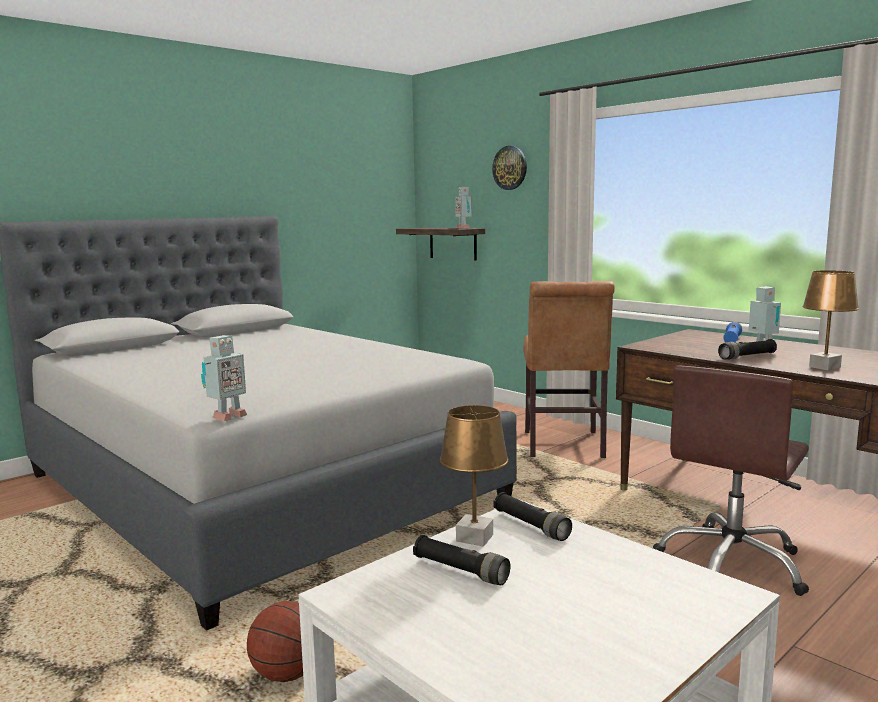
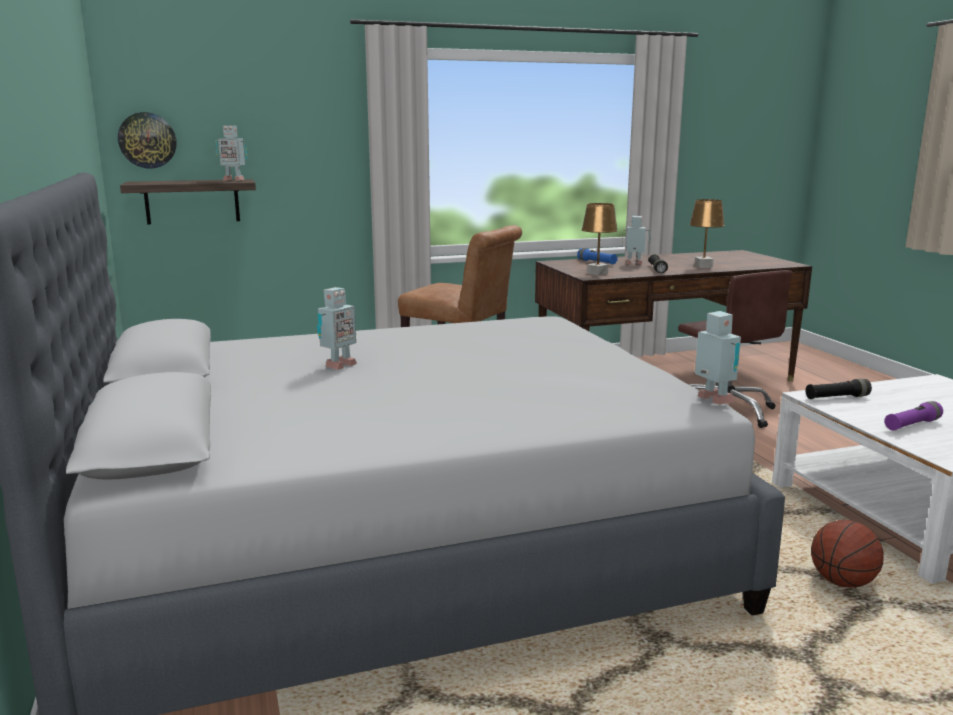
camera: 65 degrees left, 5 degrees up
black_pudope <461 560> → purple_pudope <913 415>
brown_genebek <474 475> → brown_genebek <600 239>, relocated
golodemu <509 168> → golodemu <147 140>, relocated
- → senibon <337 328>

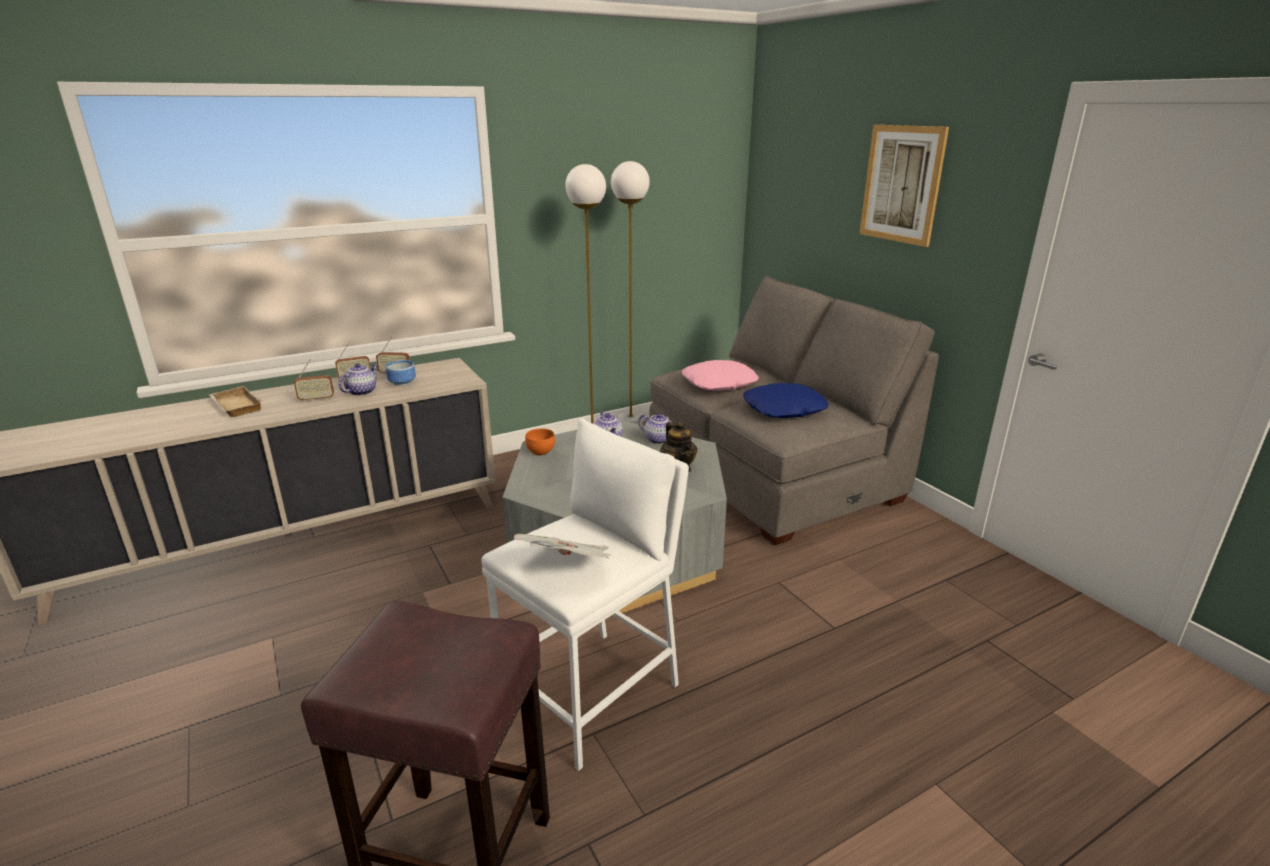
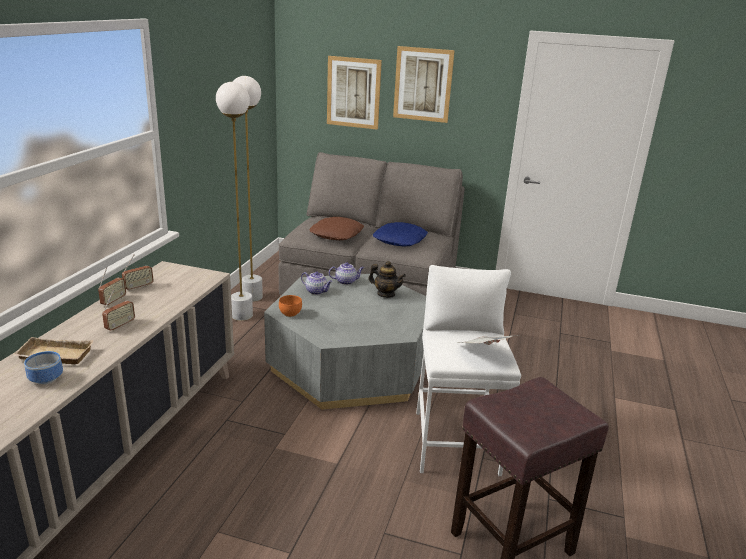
camera: 45 degrees left, 0 degrees up
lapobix <358 379> → -
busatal <400 373> → busatal <43 368>, relocated
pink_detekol <720 375> → brown_detekol <336 228>
- → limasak <354 93>

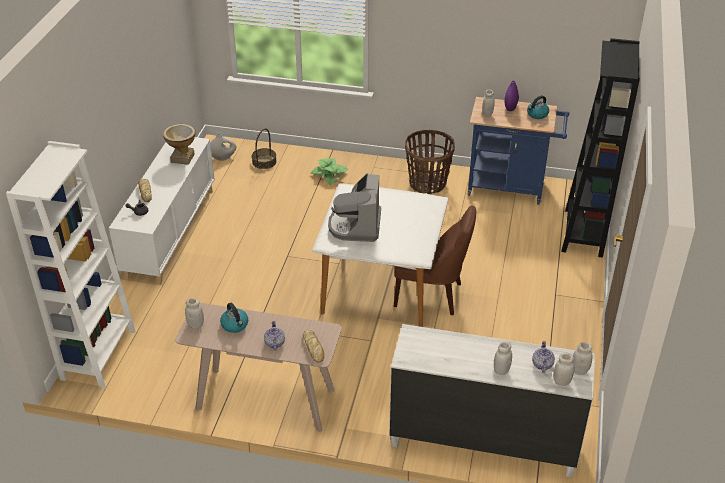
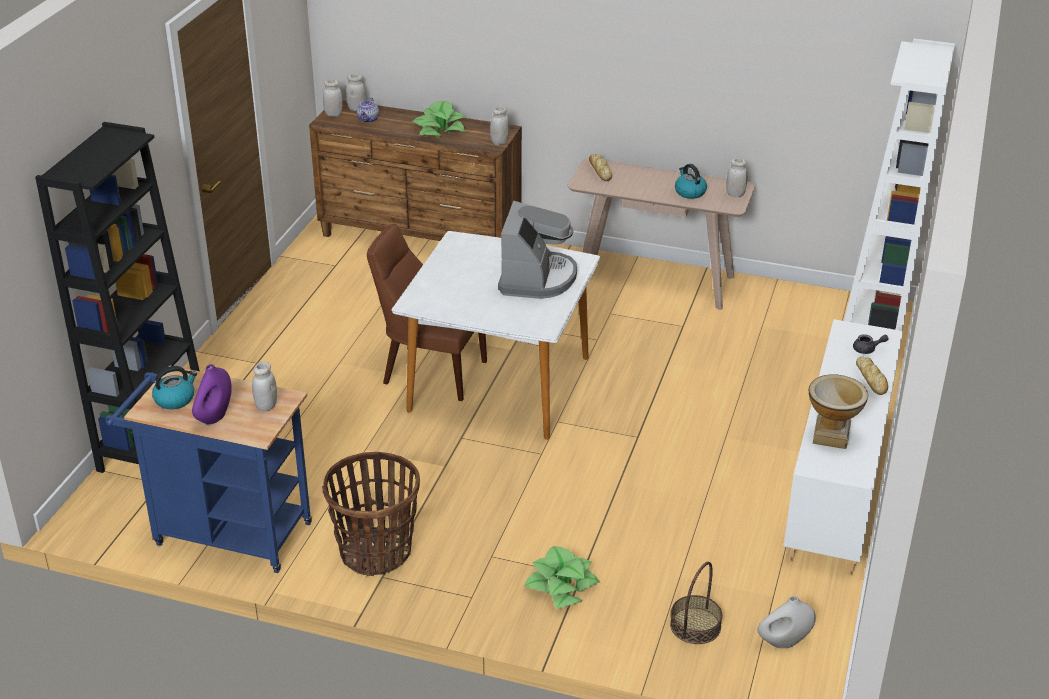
camera: 175 degrees left, 5 degrees down
lapobix <274 336> → -
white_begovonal <492 401> → brown_begovonal <415 170>
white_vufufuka <503 358> → white_vufufuka <499 125>, relocated
- → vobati <438 119>

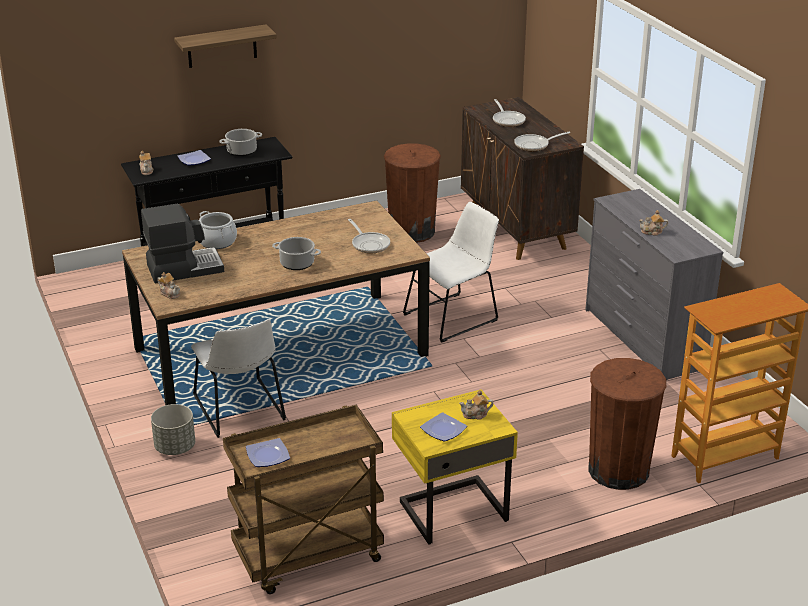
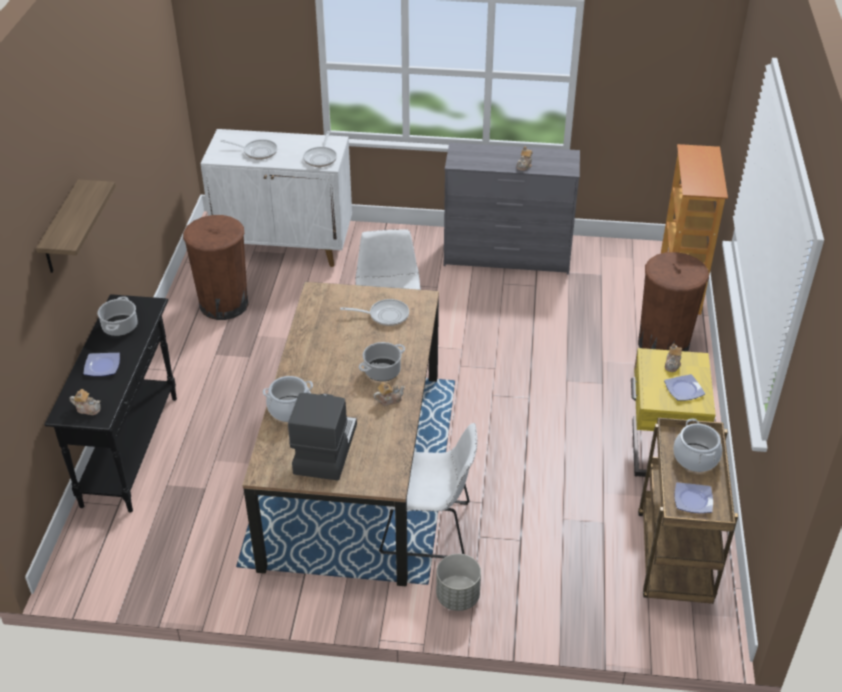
camera: 60 degrees left, 10 degrees up
lapobix <168 285> → lapobix <389 394>, relocated
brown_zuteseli <522 178> → white_zuteseli <276 198>
- → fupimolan <697 445>

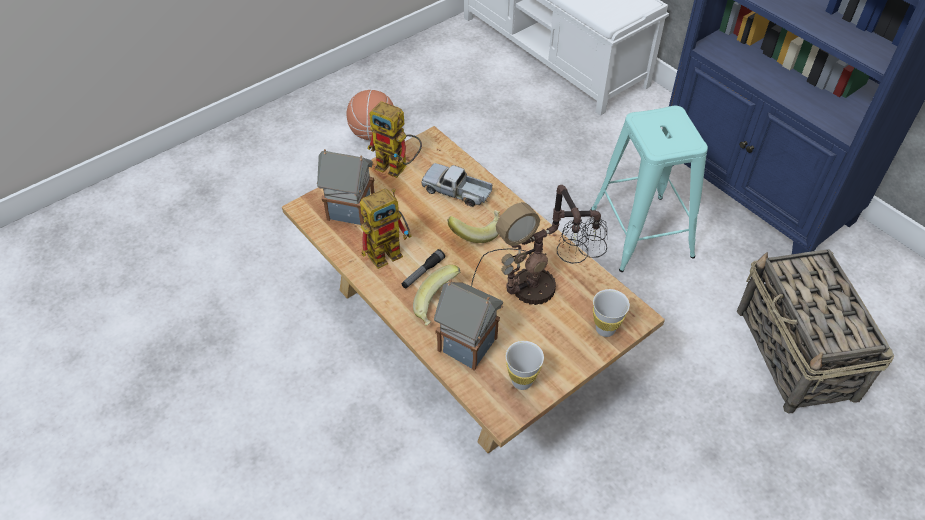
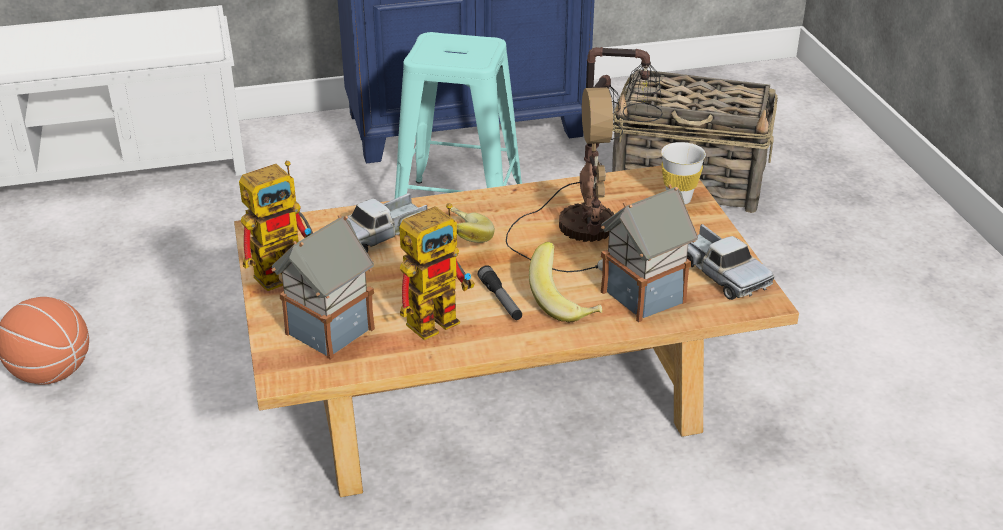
camera: 65 degrees left, 15 degrees down
senibon <386 228> → senibon <437 271>, 60 degrees clockwise
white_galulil <525 365> → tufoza <730 262>

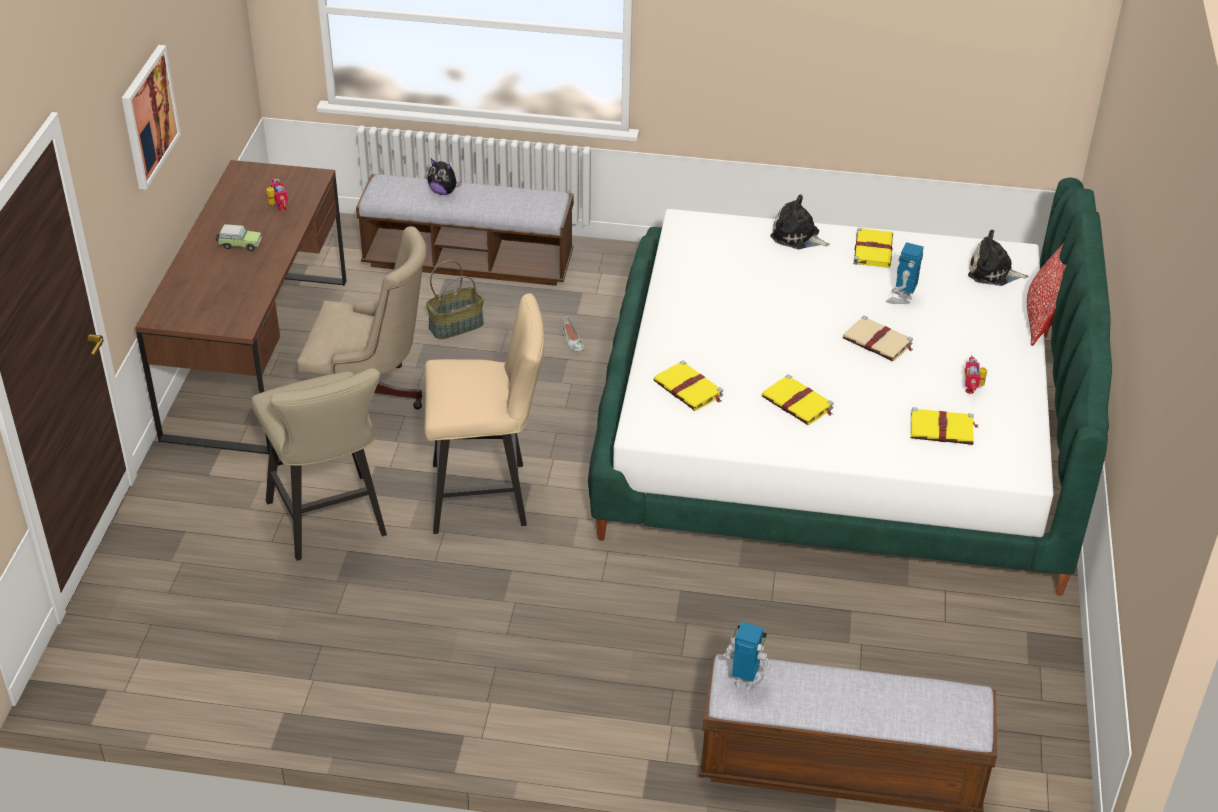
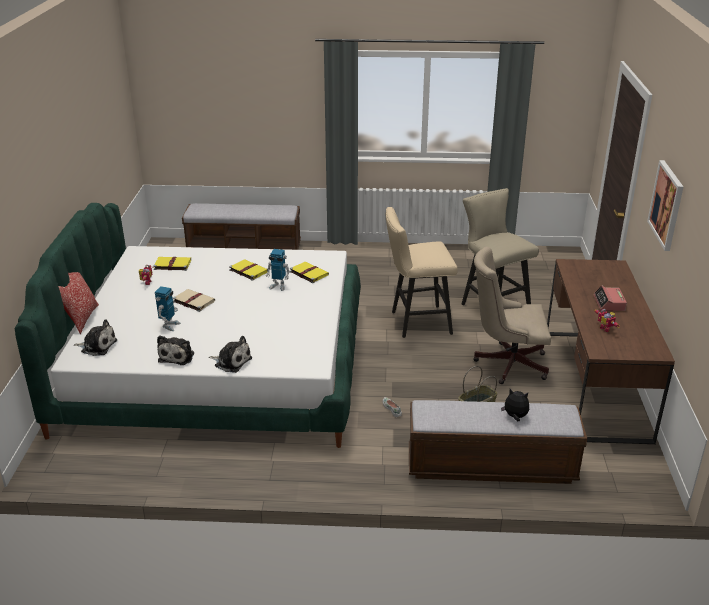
camera: 175 degrees right, 10 degrees down
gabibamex <239 237> → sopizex <610 298>
senibon <747 657> → senibon <278 270>, relocated
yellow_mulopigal <873 248> → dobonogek <175 350>

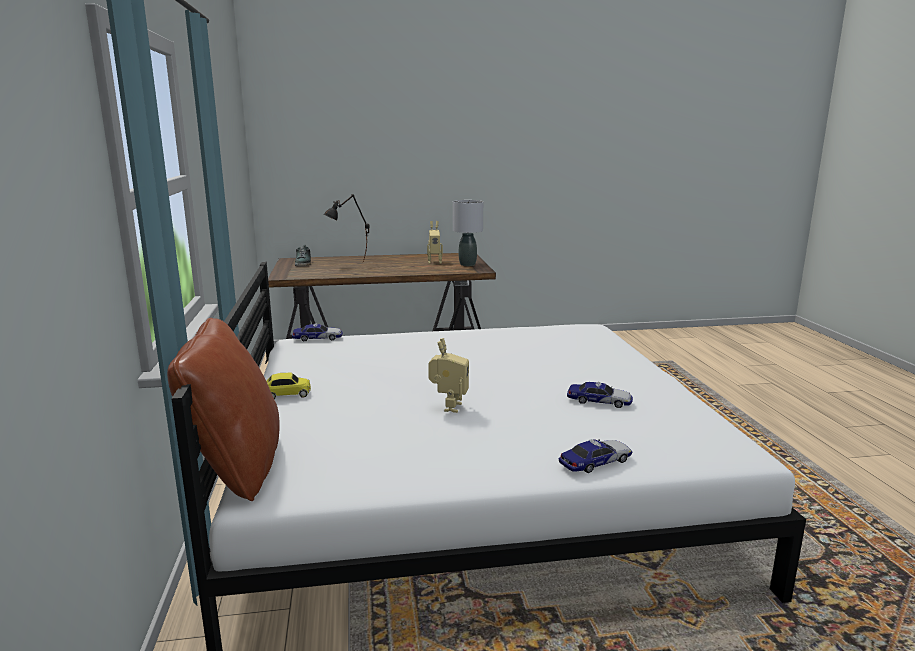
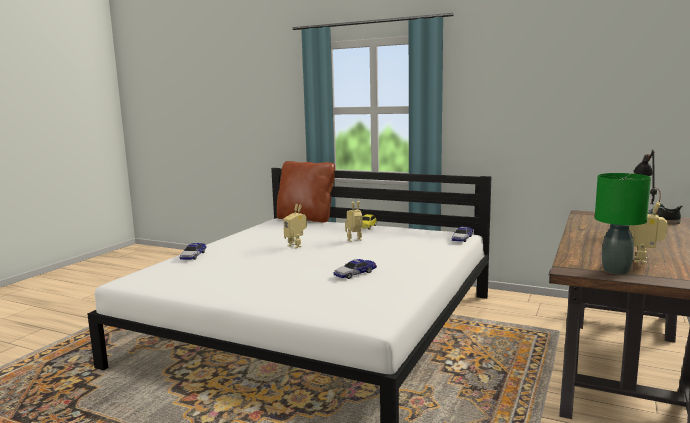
camera: 125 degrees right, 5 degrees down
grey_genebek <468 233> → green_genebek <623 223>
gabibamex <600 395> → gabibamex <355 269>, relocated
- → senibon <354 221>

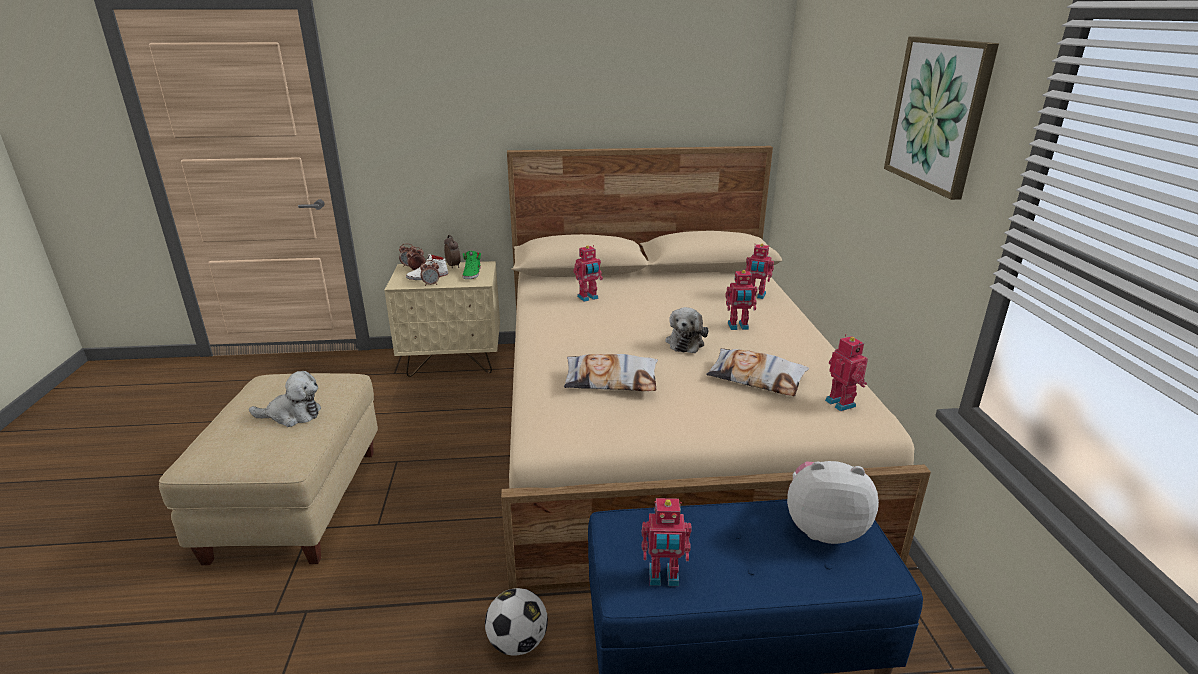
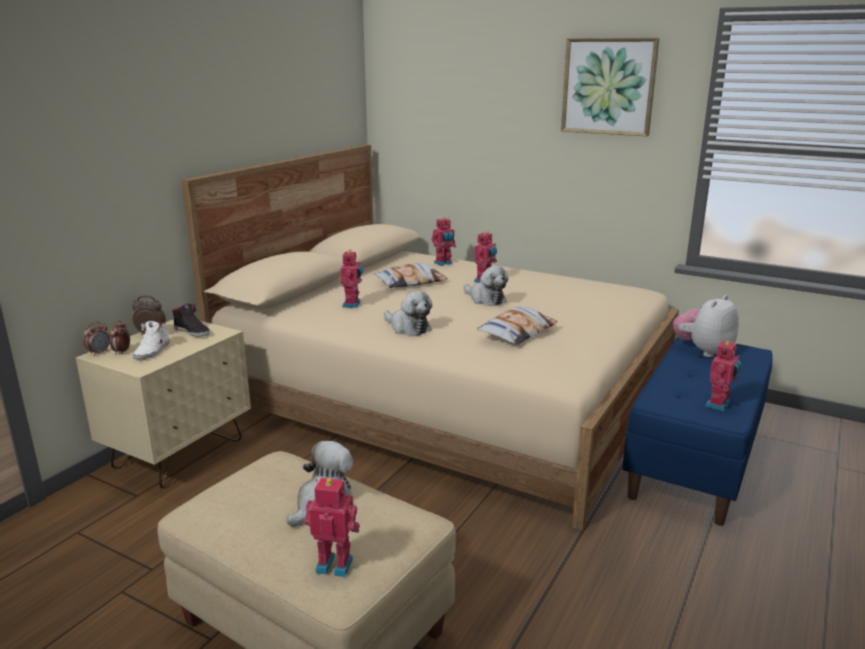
camera: 55 degrees left, 5 degrees down
sopizex <430 273> → -
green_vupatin <471 265> → black_vupatin <191 320>
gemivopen <516 621> → -
detekol <757 372> → detekol <410 275>, relocated
senibon <846 372> → senibon <332 527>, relocated
- → dobonogek <408 313>

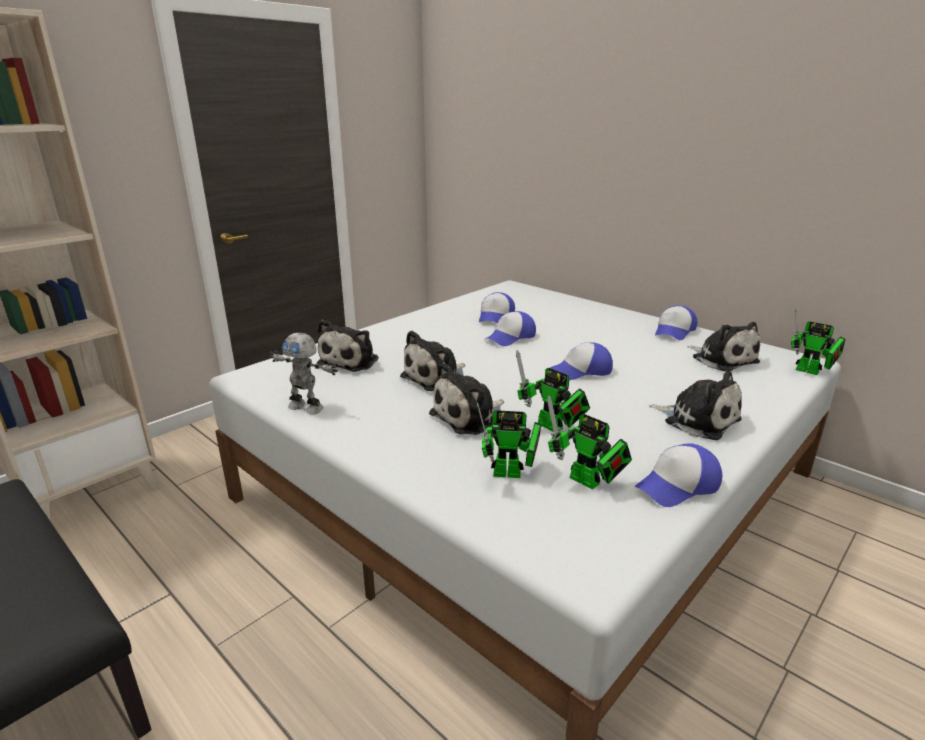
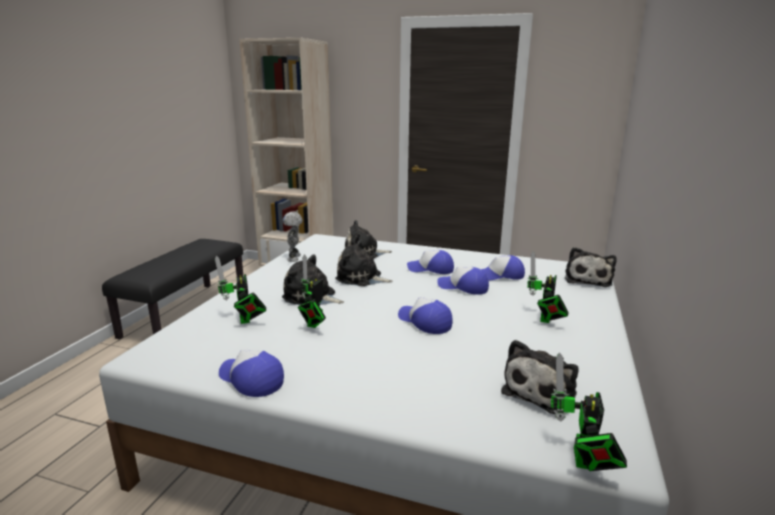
camera: 65 degrees right, 5 degrees down
senibon <589 442> → senibon <548 287>, relocated
dobonogek <695 405> → dobonogek <591 267>, relocated
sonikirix <676 322> → sonikirix <430 262>, relocated

